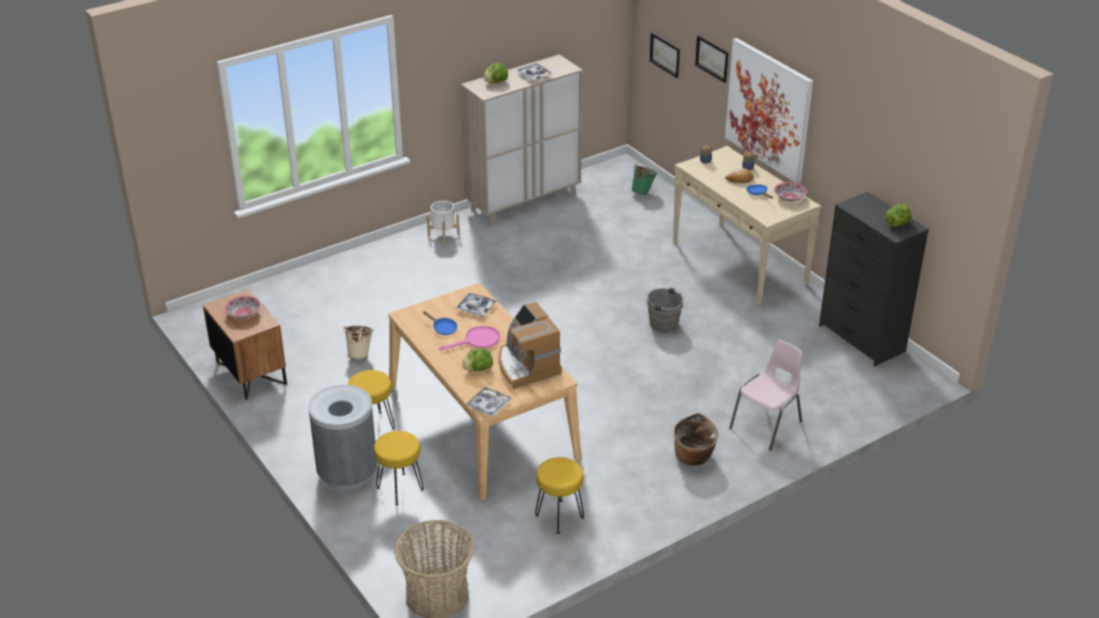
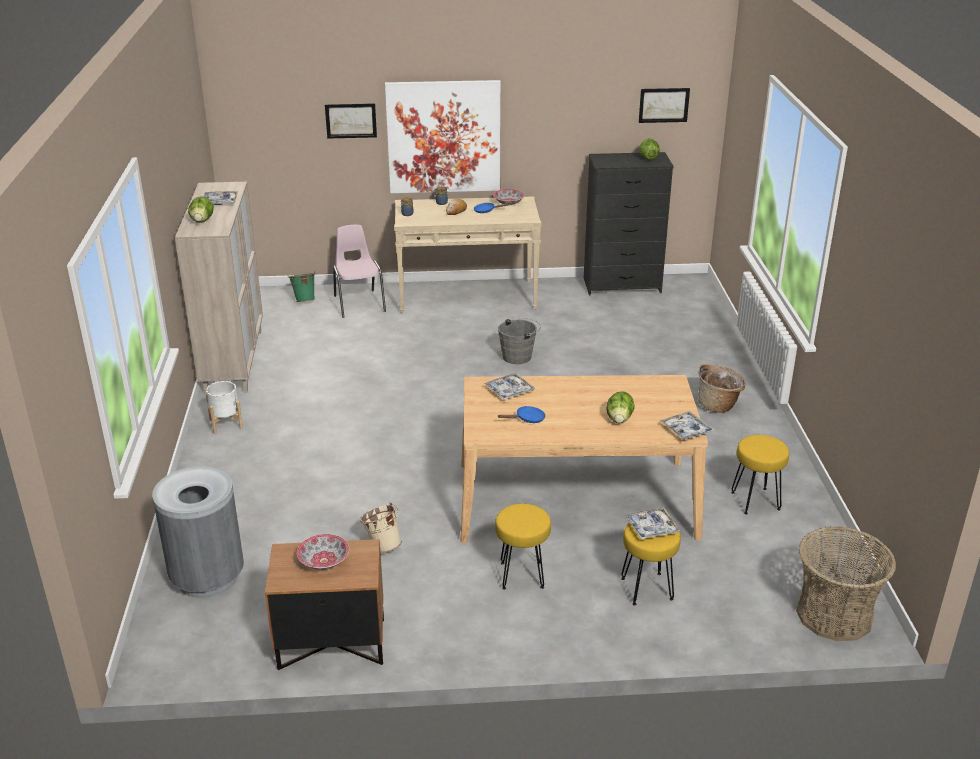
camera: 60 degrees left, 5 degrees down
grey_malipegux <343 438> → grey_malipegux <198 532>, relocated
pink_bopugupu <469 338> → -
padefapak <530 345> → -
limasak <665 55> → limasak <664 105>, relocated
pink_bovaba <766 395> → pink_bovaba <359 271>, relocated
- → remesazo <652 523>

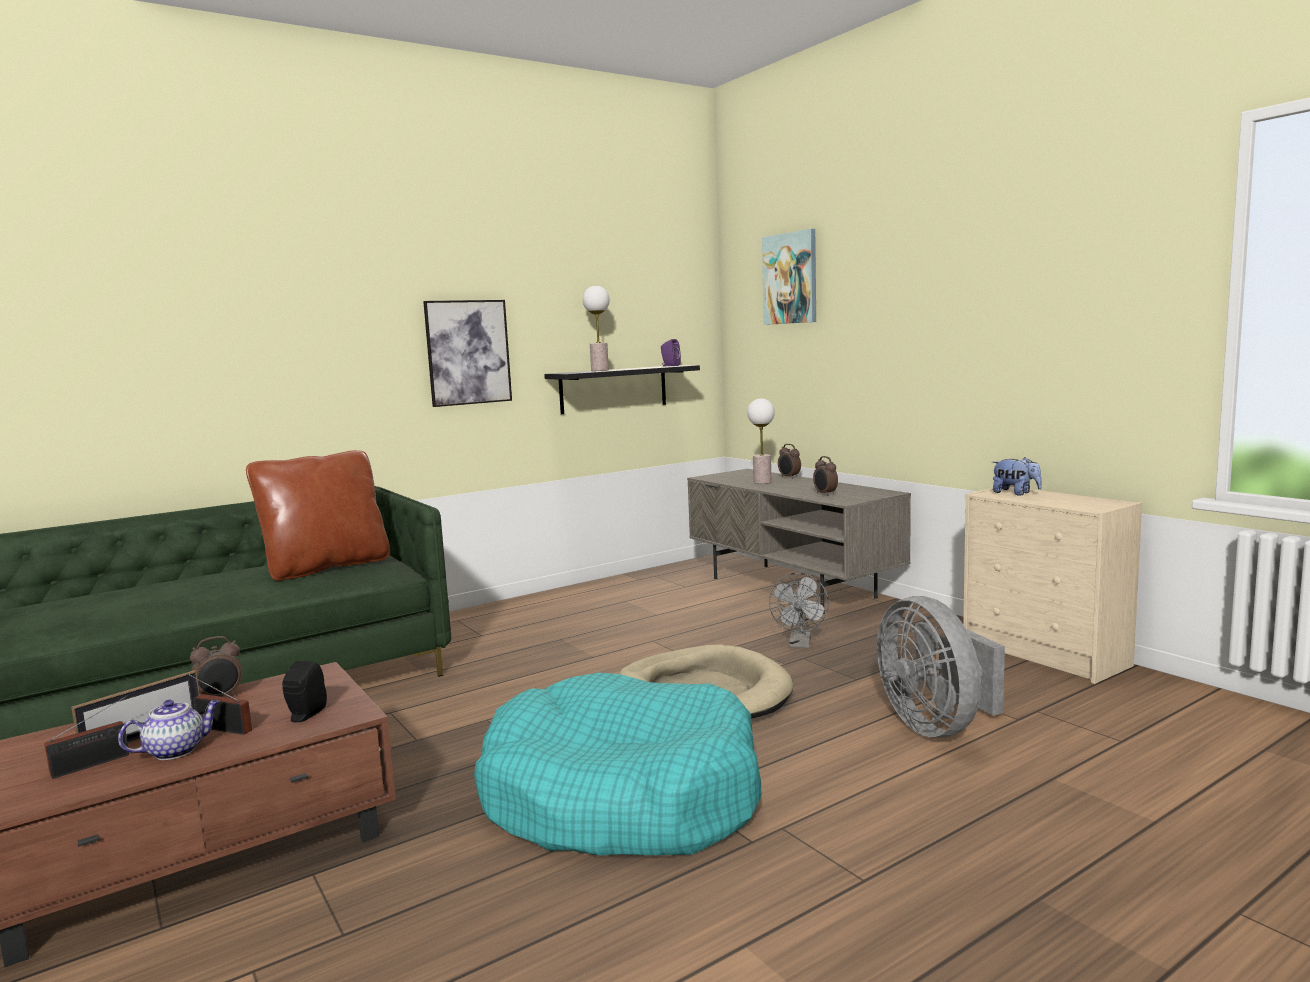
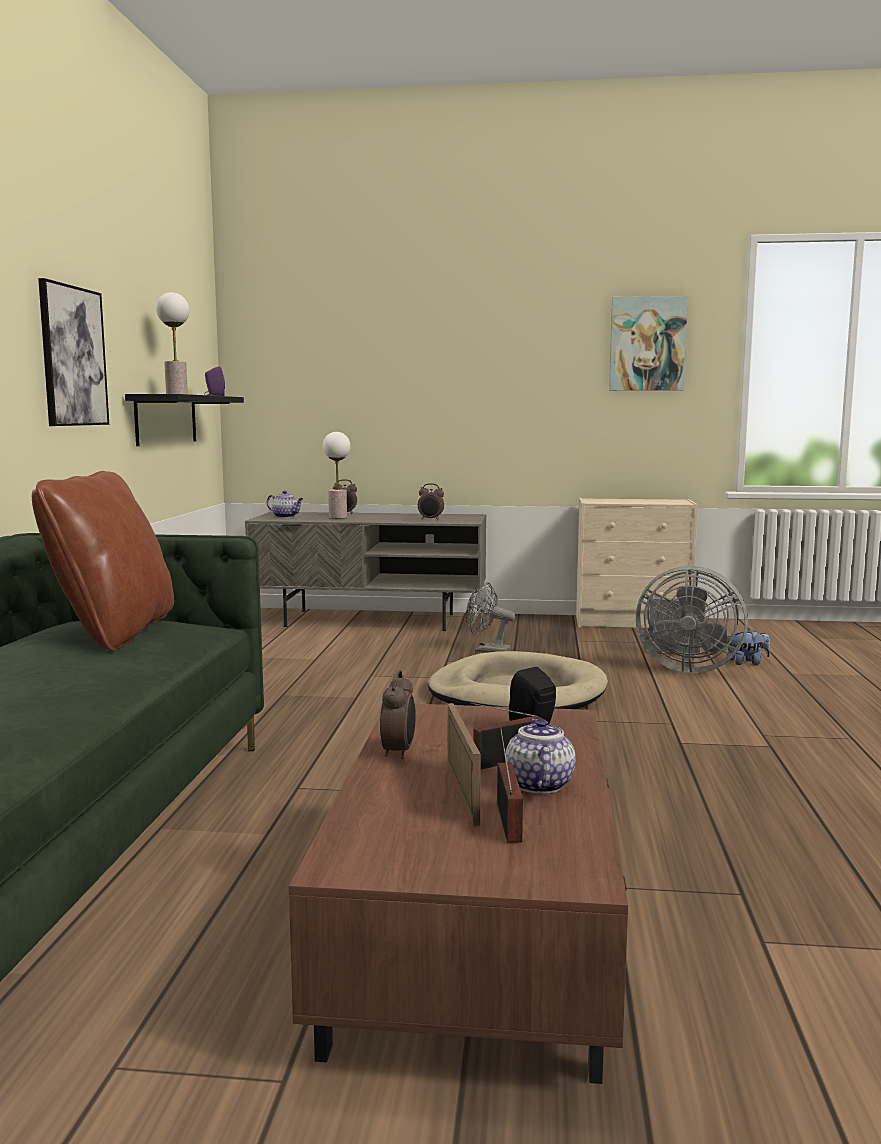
camera: 50 degrees left, 0 degrees up
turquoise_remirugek <617 764> → -
limasak <789 277> → limasak <648 343>, relocated
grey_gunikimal <799 610> → grey_gunikimal <491 617>, 150 degrees clockwise
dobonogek <1017 476> → dobonogek <748 647>, relocated
- → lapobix <285 504>

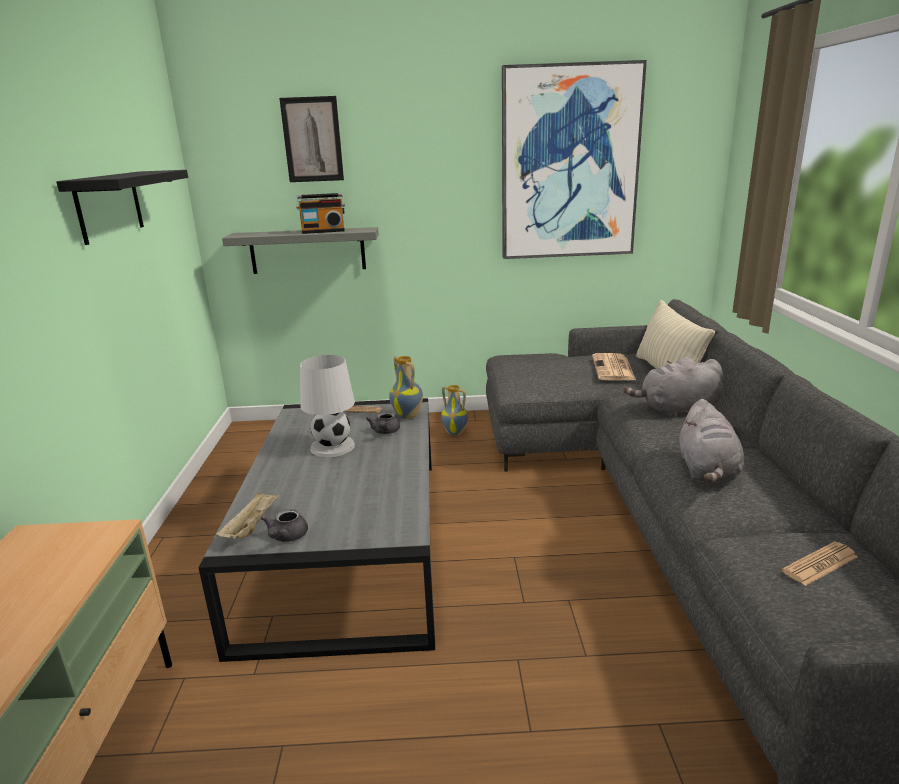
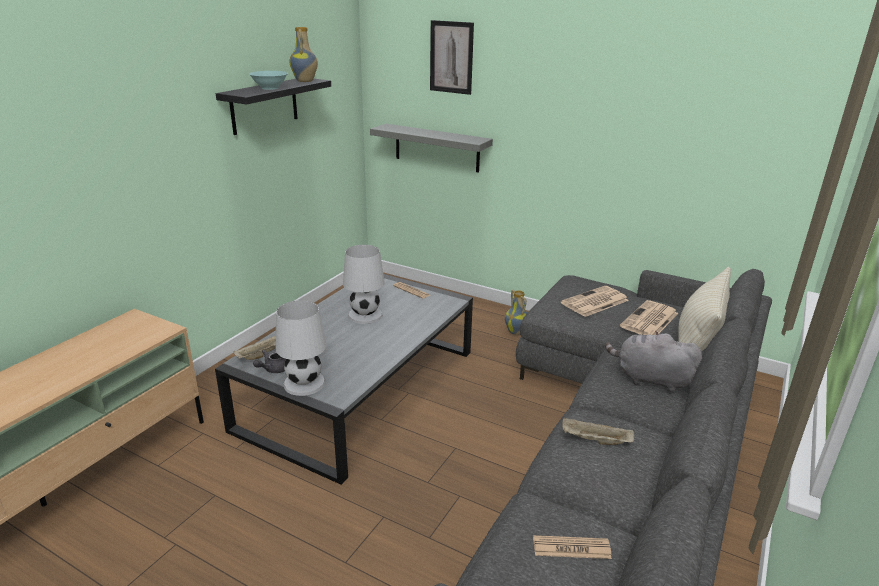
camera: 30 degrees right, 5 degrees up
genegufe <320 213> → -
grey_lapobix <383 423> → -
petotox <406 387> → petotox <303 54>, relocated
limasak <574 159> → -
grey_dobonogek <711 441> → beige_remesazo <598 431>
- → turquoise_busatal <268 80>
- → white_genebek <301 348>
- → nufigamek <595 301>

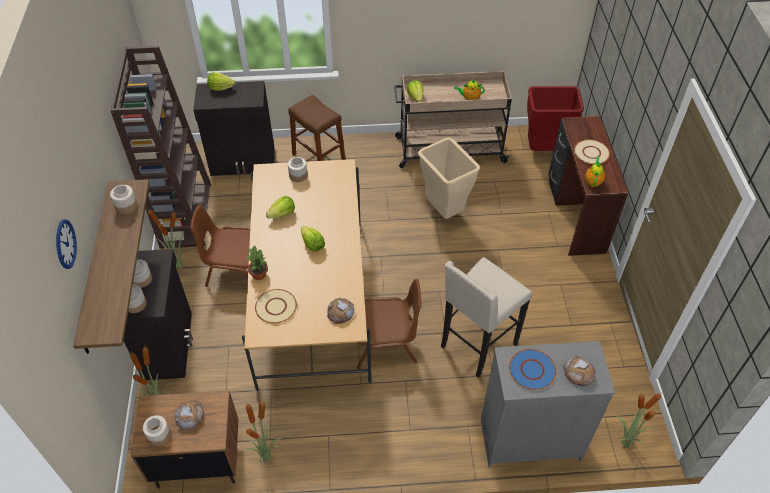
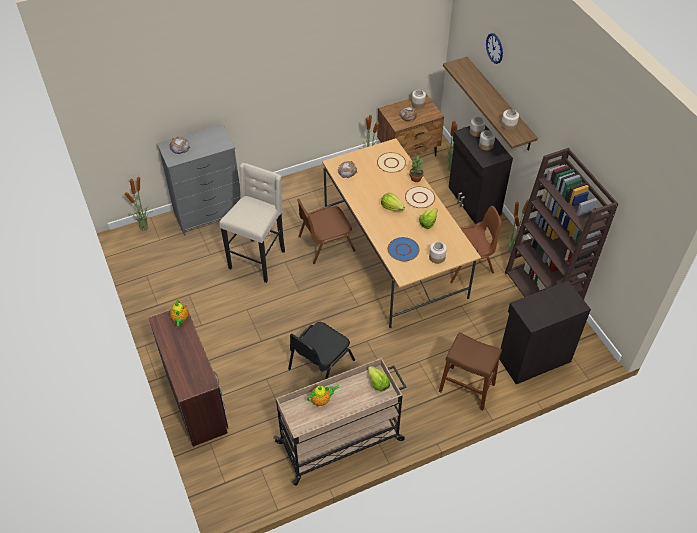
camera: 160 degrees right, 0 degrees up
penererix <221 81> → -
beige_malipegux <449 178> → black_bovaba <321 350>
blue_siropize <532 369> → blue_siropize <404 249>, relocated
red_malipegux <555 118> → -
beige_siropize <592 151> → beige_siropize <420 197>, relocated

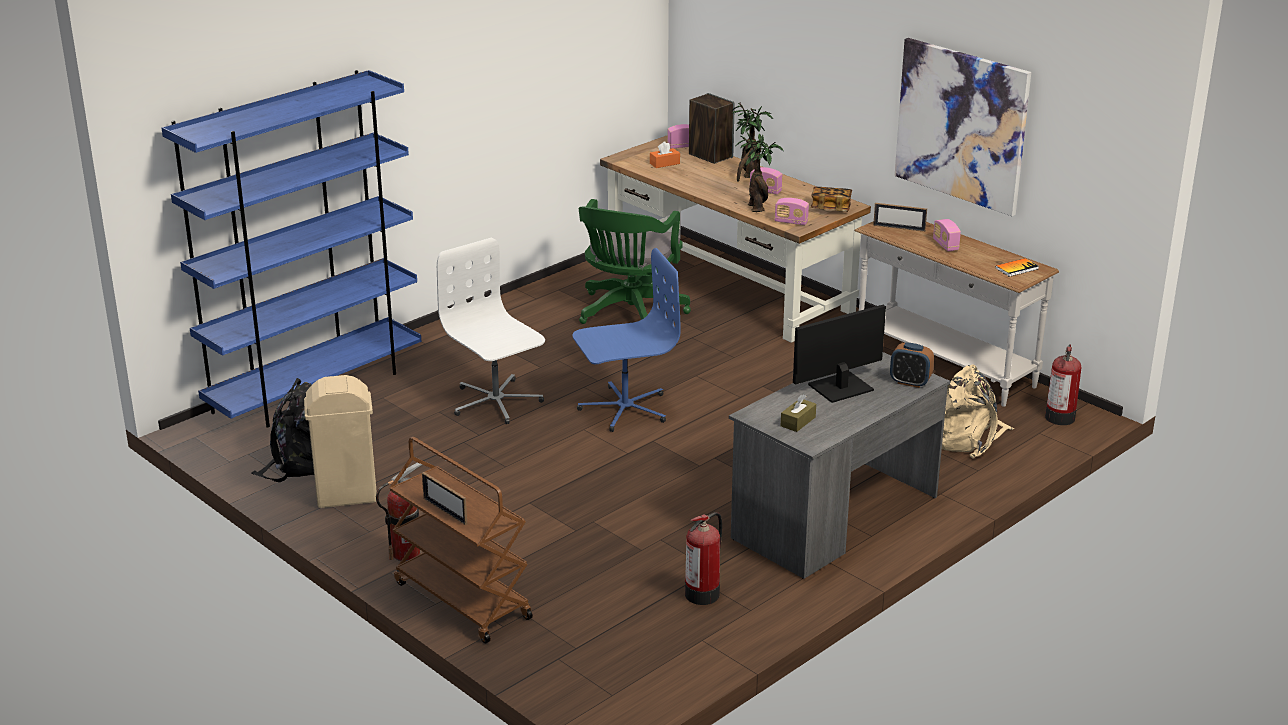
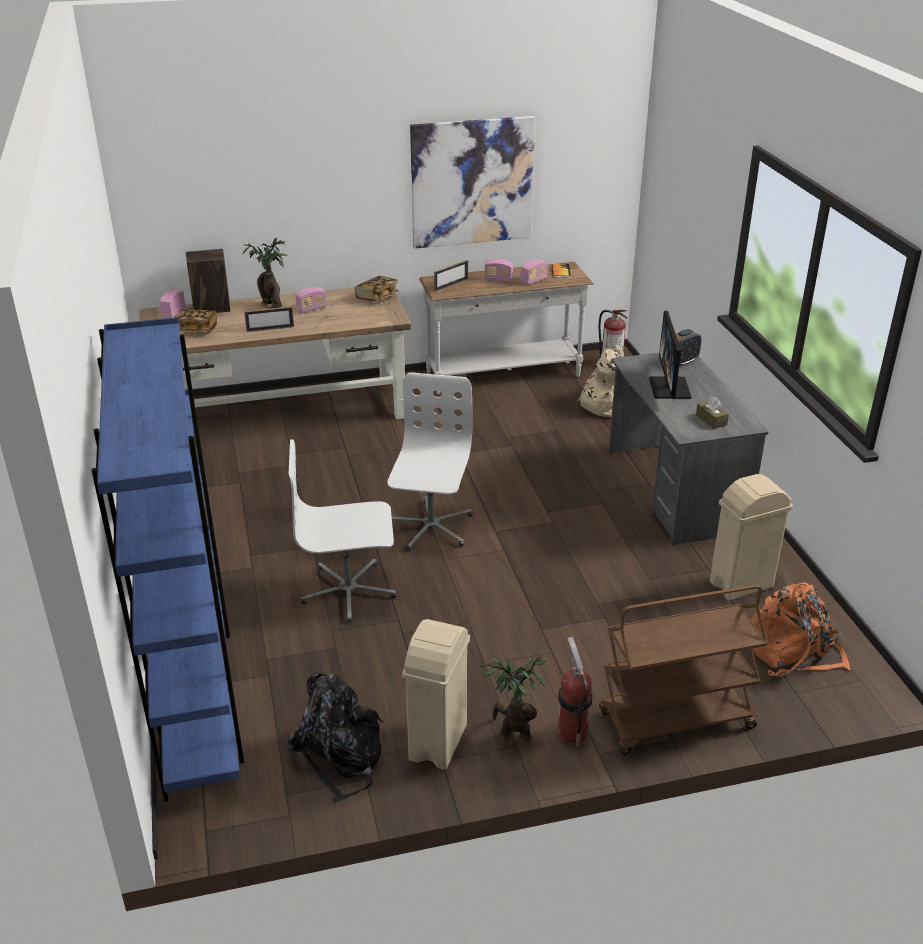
camera: 60 degrees left, 5 degrees up
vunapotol <444 498> → vunapotol <269 319>, relocated
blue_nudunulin <626 340> → white_nudunulin <430 461>
green_nudunulin <635 261> → -
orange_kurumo <665 154> → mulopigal <196 321>
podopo <703 558> → beige_malipegux <751 537>
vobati <759 172> → vobati <513 700>, relocated
genegufe <792 211> → genegufe <534 272>, relocated
- → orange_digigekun <801 629>

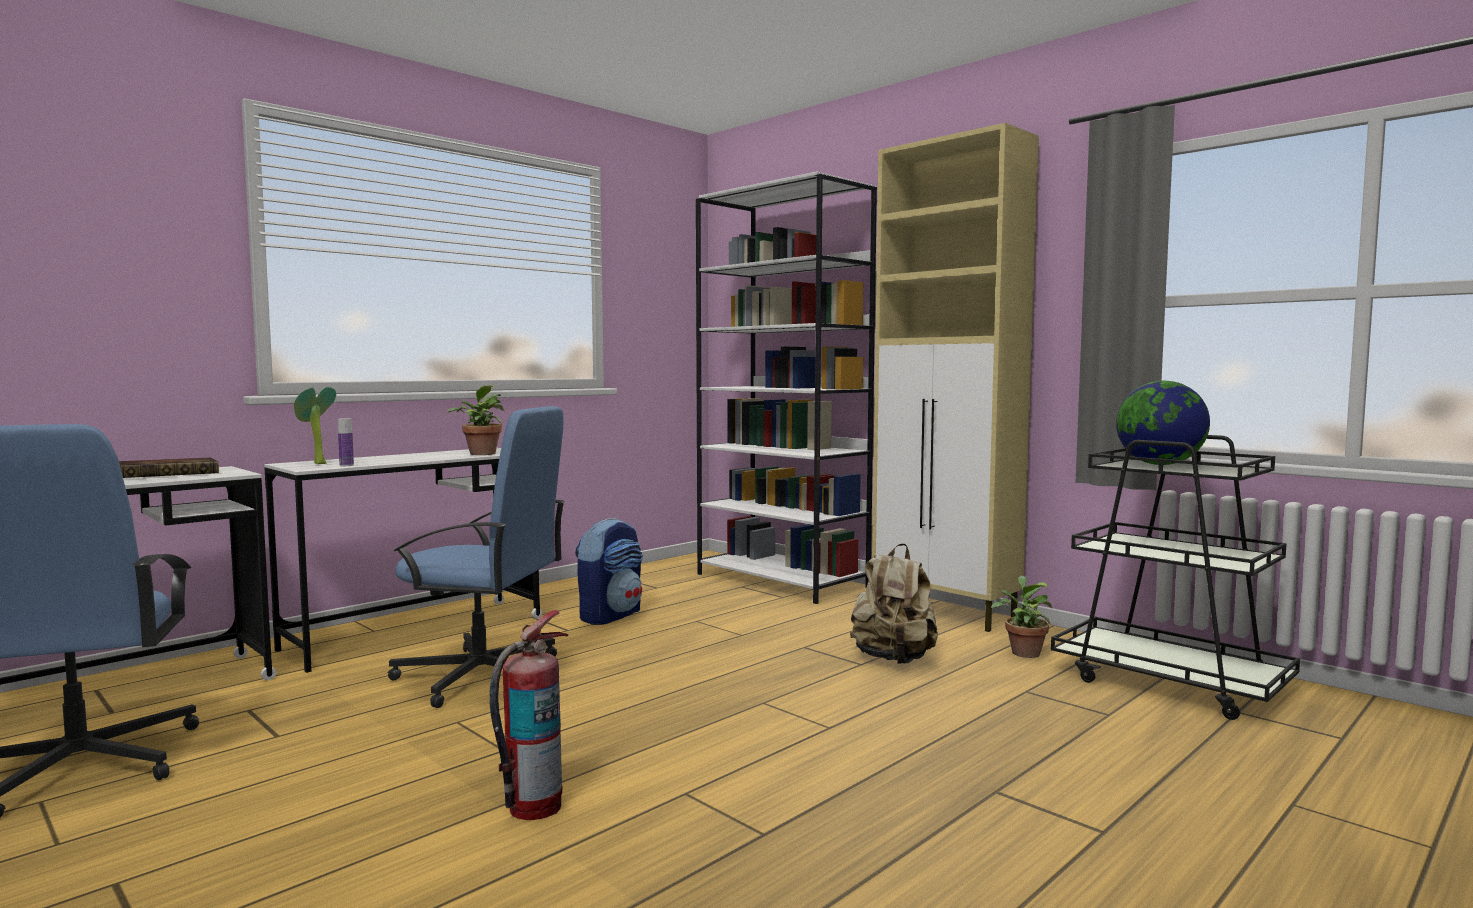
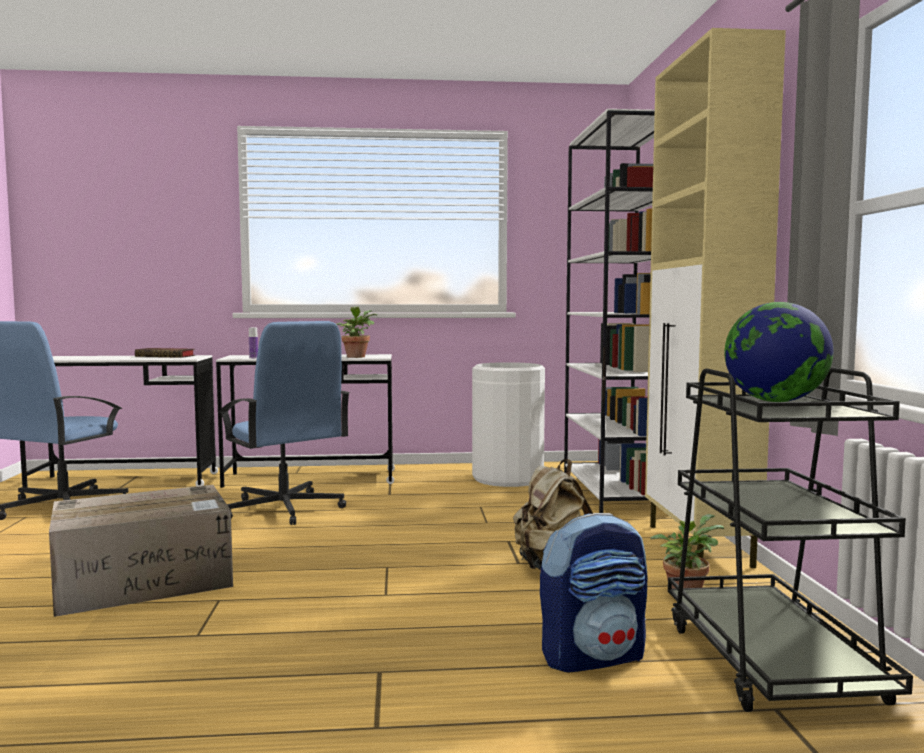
camera: 40 degrees right, 0 degrees up
vobati <315 425> → -
podopo <529 715> → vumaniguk <141 551>
digigekun <609 571> → digigekun <593 593>, relocated
- → white_malipegux <508 424>

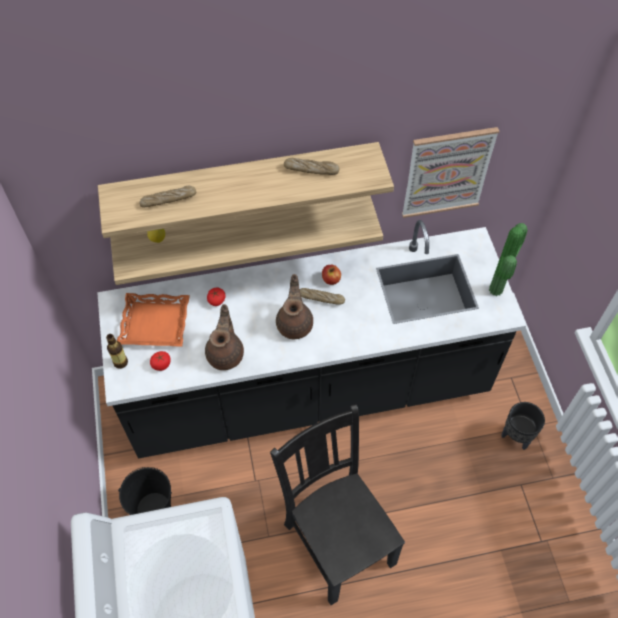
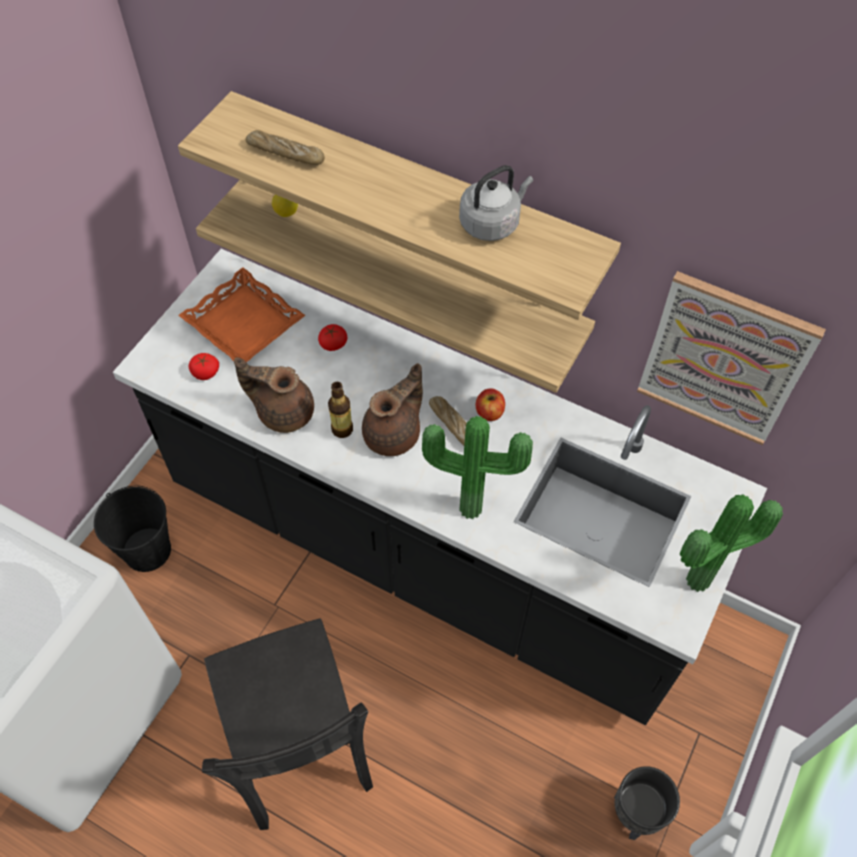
camera: 40 degrees right, 0 degrees up
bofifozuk <117 351> → bofifozuk <340 410>, relocated
brown_lapobix <224 337> → brown_lapobix <274 395>, 120 degrees counterclockwise
black_bovaba <337 504> → black_bovaba <287 724>, 150 degrees clockwise
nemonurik <311 166> → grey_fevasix <496 203>
- → vobati <477 467>

